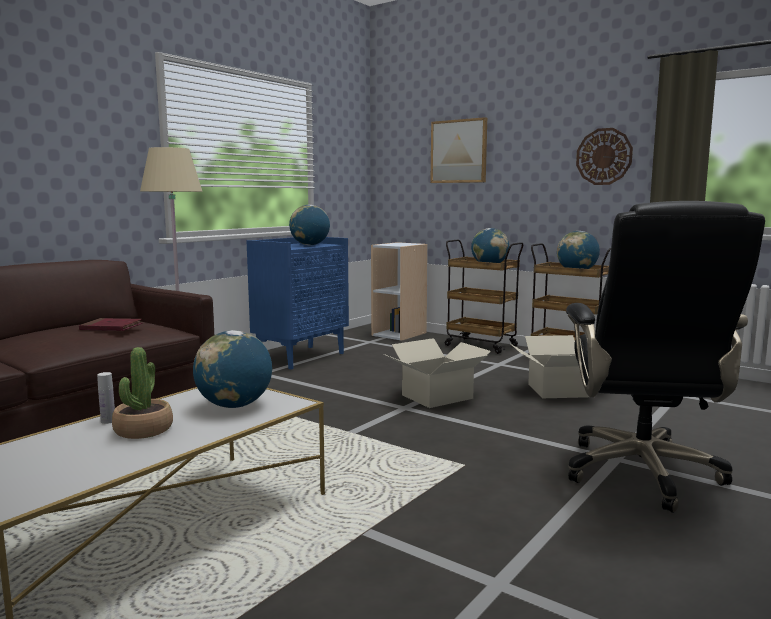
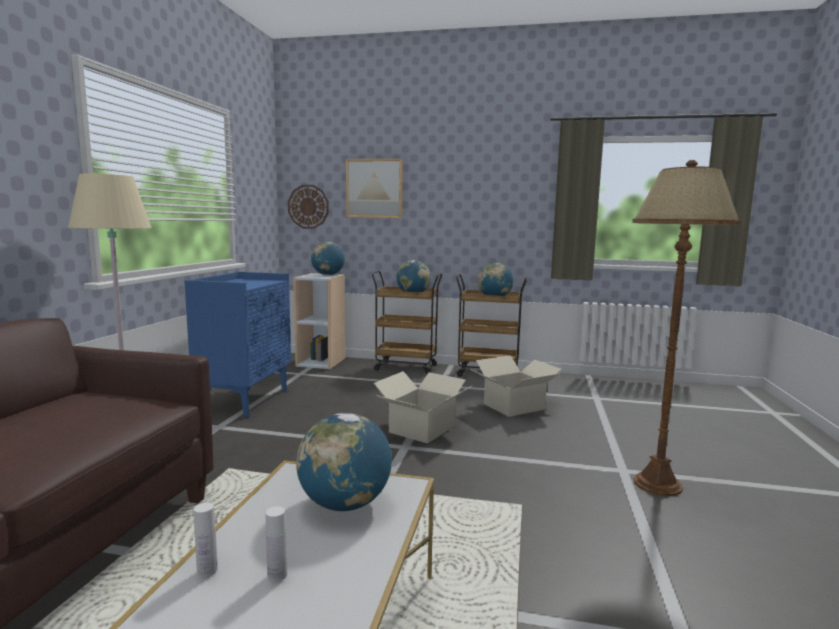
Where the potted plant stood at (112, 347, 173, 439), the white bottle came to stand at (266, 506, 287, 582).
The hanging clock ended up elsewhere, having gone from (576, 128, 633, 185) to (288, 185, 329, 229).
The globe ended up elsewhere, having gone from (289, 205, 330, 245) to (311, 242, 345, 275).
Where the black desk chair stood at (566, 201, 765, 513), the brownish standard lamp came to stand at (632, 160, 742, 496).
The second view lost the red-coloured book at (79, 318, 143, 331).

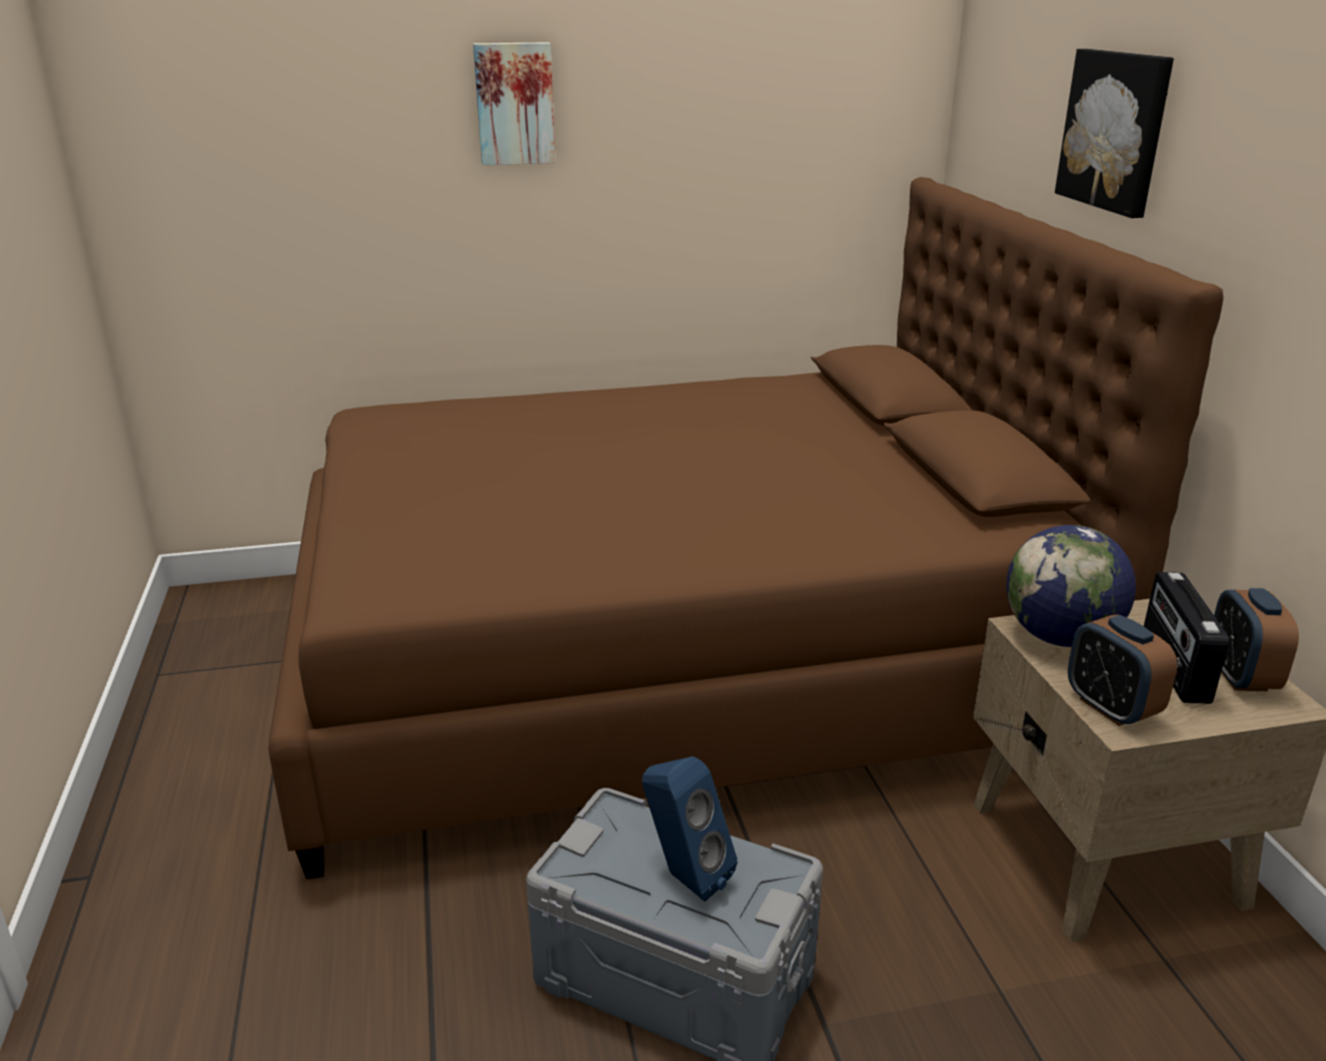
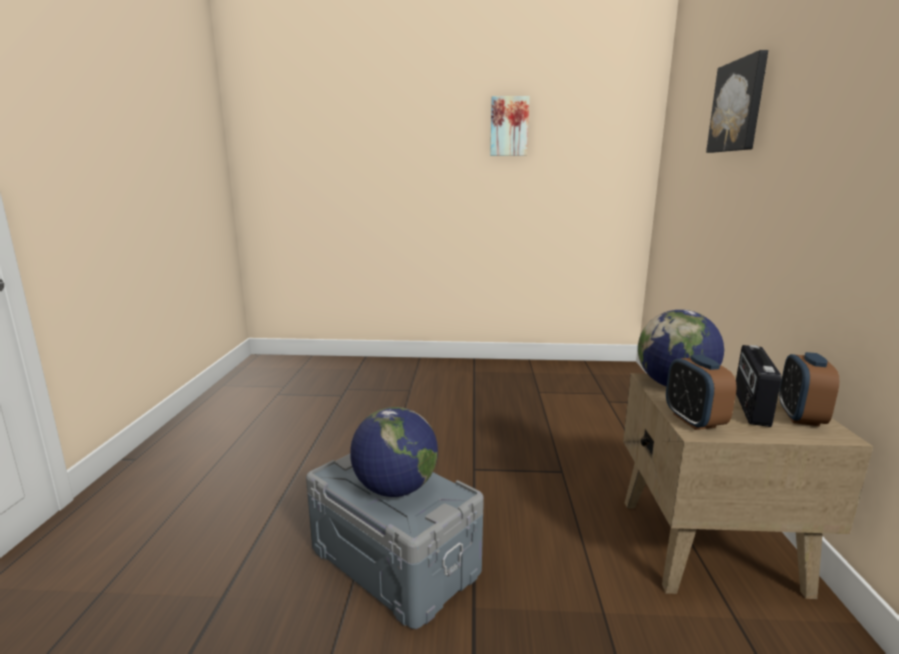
Where the blue speaker stood at (642, 756, 737, 901), the globe came to stand at (350, 407, 438, 497).
The picture ended up elsewhere, having gone from (473, 42, 556, 165) to (490, 96, 530, 156).
The second view lost the brownish bed at (269, 177, 1223, 879).

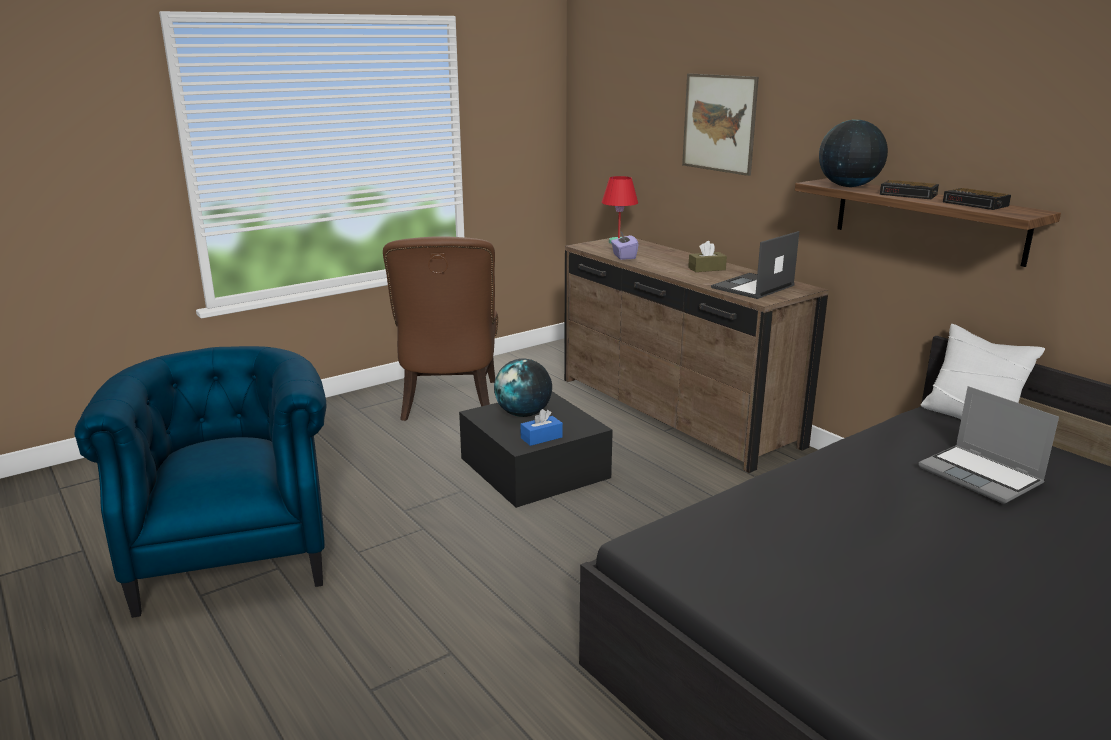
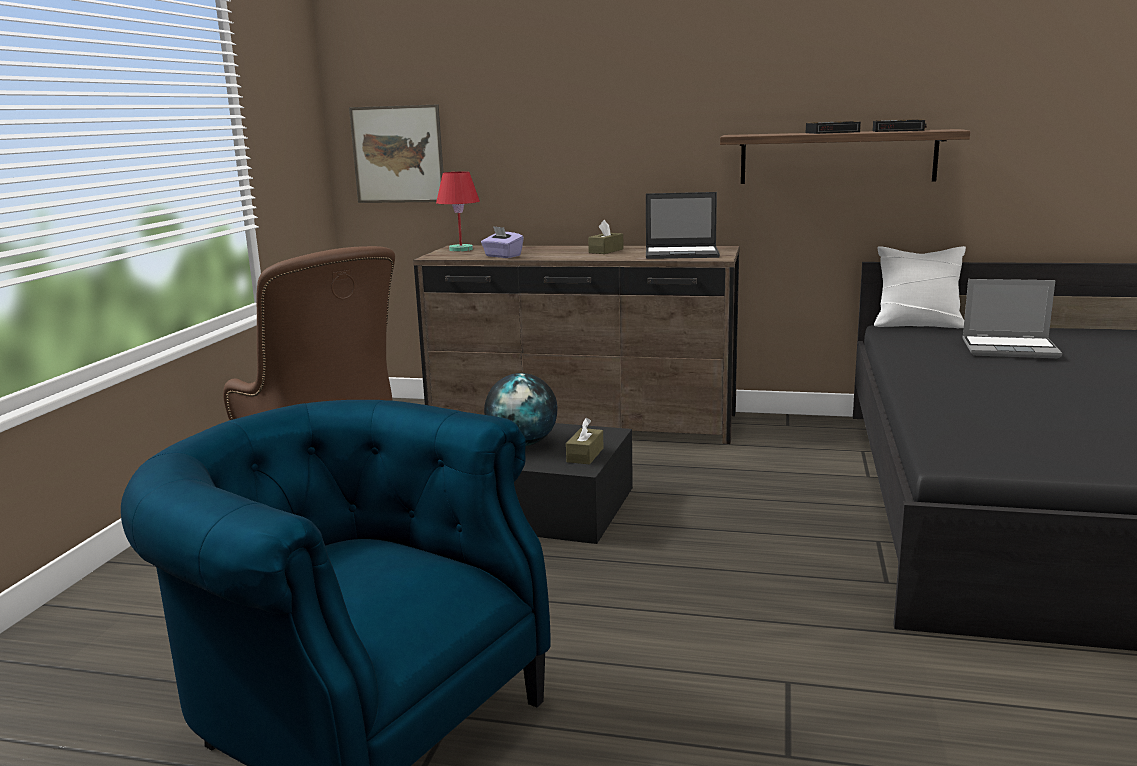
The picture ended up elsewhere, having gone from (682, 73, 759, 176) to (349, 104, 443, 203).
What was the blue box of tissues at (520, 409, 563, 446) turned into the brownish box of tissues at (566, 418, 603, 464).
The notebook computer at (711, 231, 799, 299) ended up facing another way, 90 degrees counterclockwise from before.
The second view lost the globe at (819, 120, 888, 187).

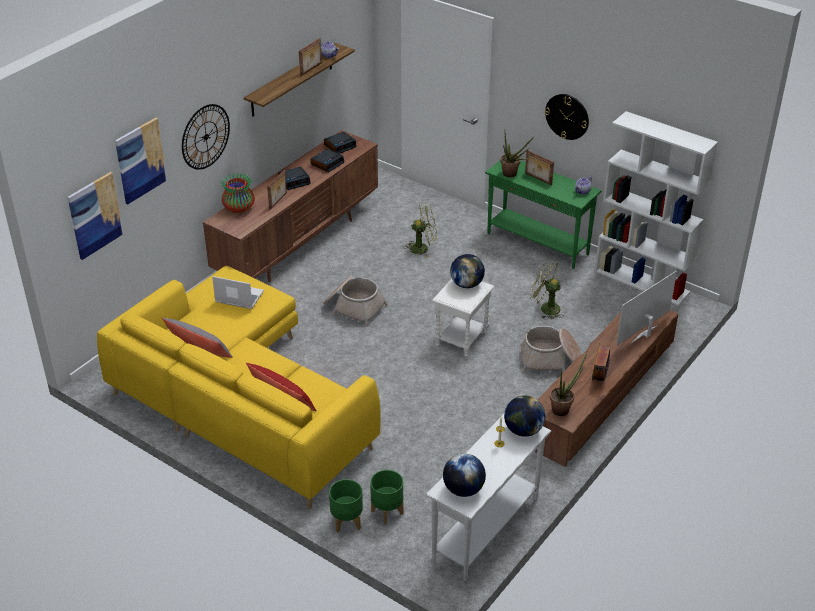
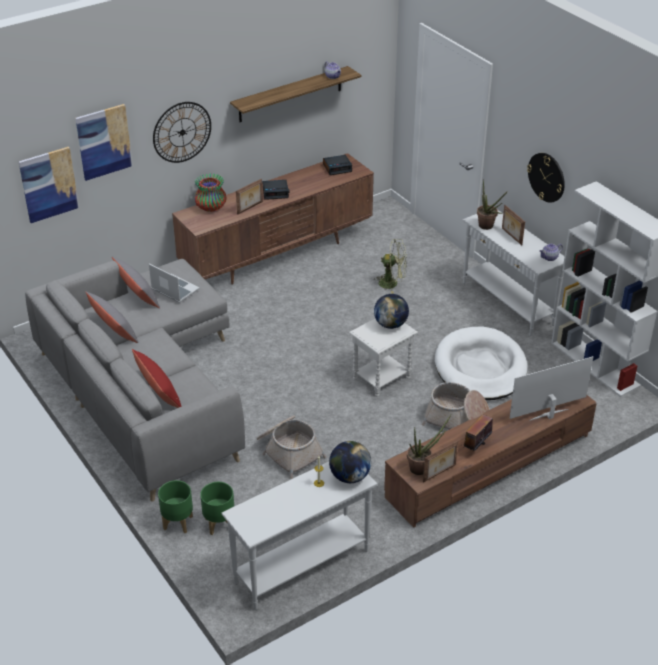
What was the yellow-coloured settee at (97, 266, 381, 509) turned into the greyish settee at (25, 259, 245, 501).
The second view gained the greyish throw pillow at (112, 256, 160, 309).
The storage basket ended up elsewhere, having gone from (323, 275, 388, 327) to (257, 416, 327, 479).
The standing frame ended up elsewhere, having gone from (299, 38, 322, 76) to (423, 440, 458, 483).
Where the greenish cooling fan stood at (530, 260, 564, 320), the white pet bed came to stand at (435, 327, 528, 400).
What was the greenish hall table at (485, 161, 602, 269) turned into the white hall table at (463, 210, 565, 336).
The second view lost the bedside clock at (310, 149, 344, 173).
The second view lost the globe at (443, 453, 486, 497).

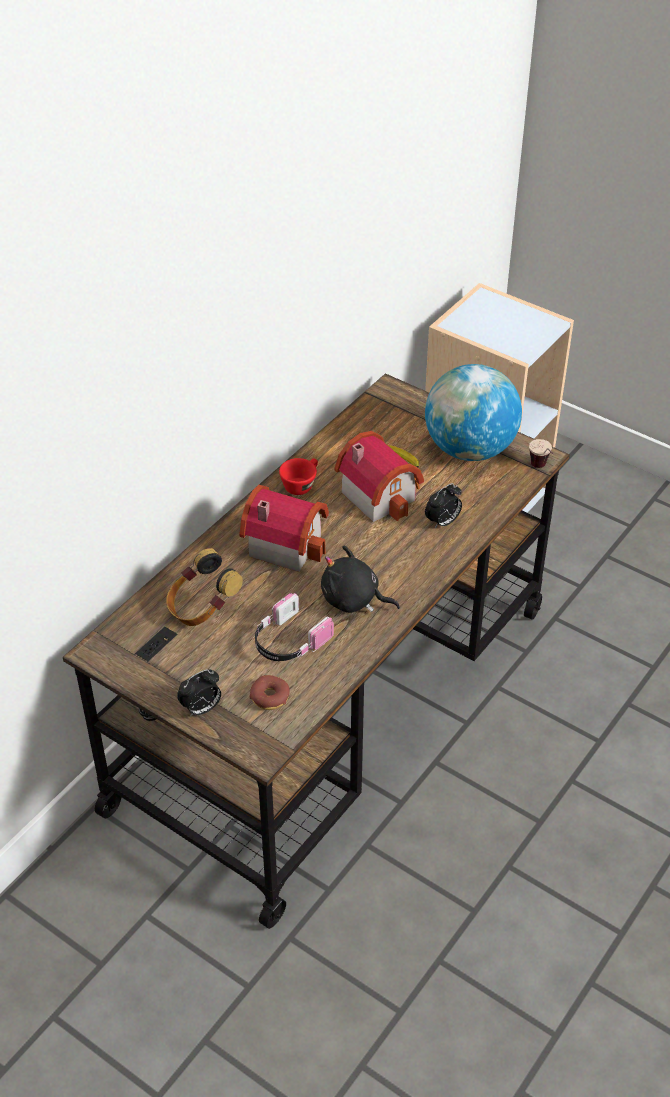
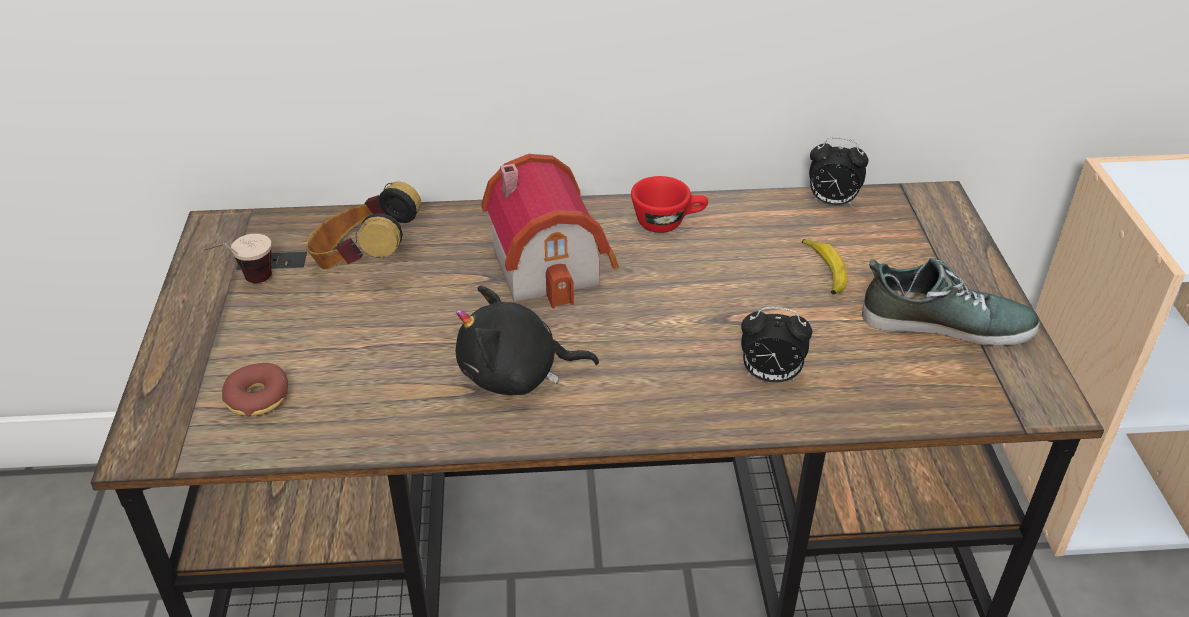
The drinking cup ended up elsewhere, having gone from (529, 439, 554, 468) to (203, 234, 272, 283).
The black soft toy at (321, 546, 400, 613) ended up facing another way, 75 degrees counterclockwise from before.
The bedside clock ended up elsewhere, having gone from (177, 669, 221, 717) to (809, 138, 869, 207).
Where the globe stood at (425, 364, 522, 461), the shoe came to stand at (862, 258, 1040, 346).
The second view lost the headset at (255, 593, 334, 661).
The second view lost the model house at (335, 431, 424, 522).

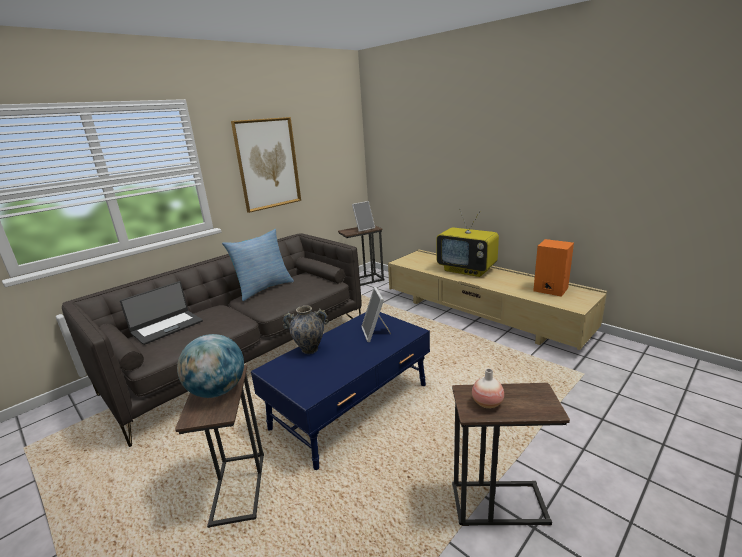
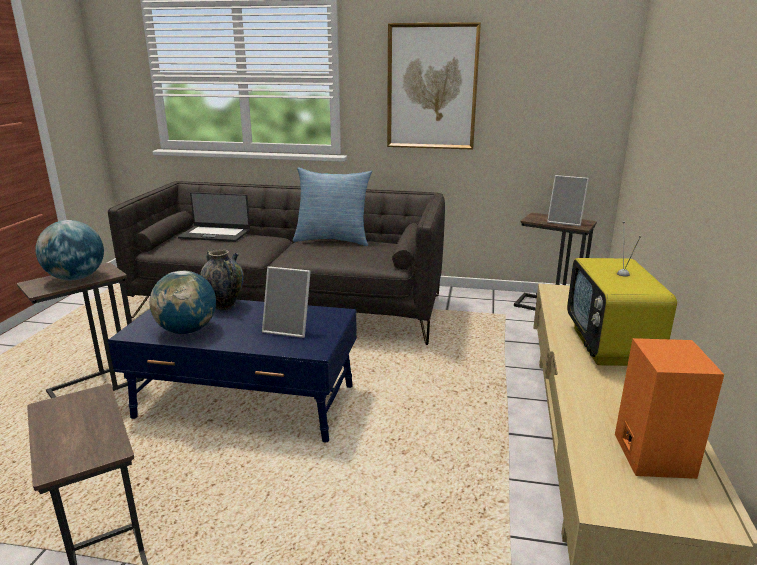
The second view gained the globe at (149, 271, 216, 334).
The standing frame at (361, 287, 391, 342) ended up facing another way, 120 degrees counterclockwise from before.
The second view lost the decorative vase at (472, 368, 504, 409).

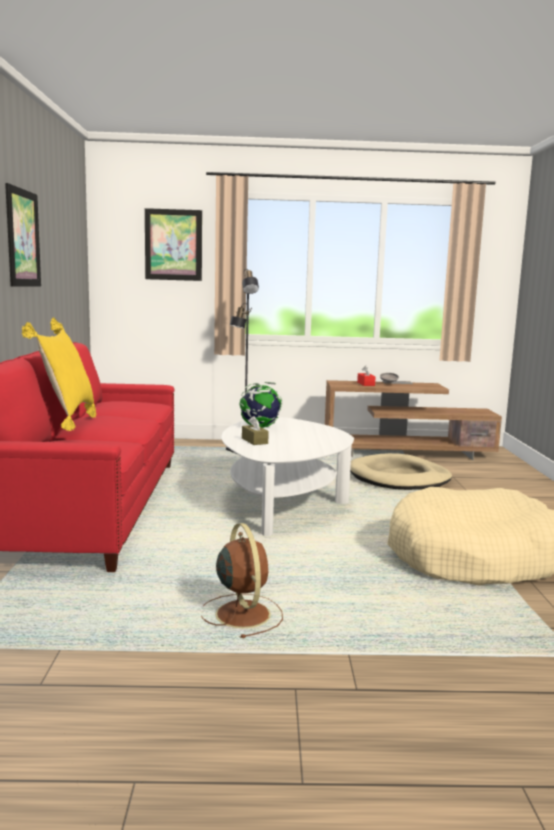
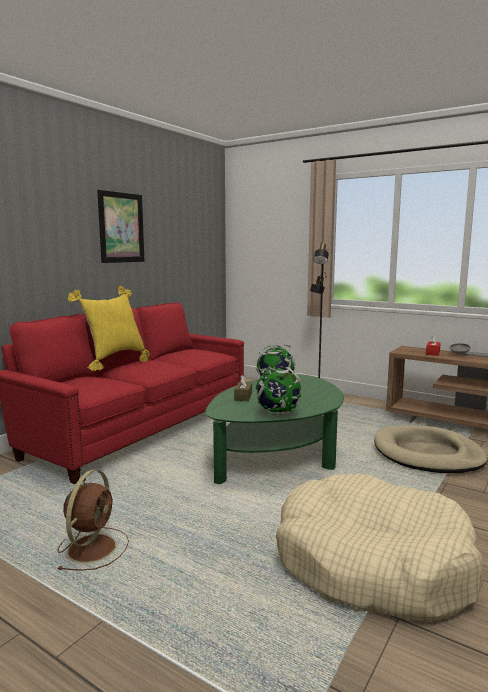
What was the white low table at (221, 417, 354, 536) turned into the greenish low table at (205, 374, 344, 484).
The second view gained the globe at (256, 366, 302, 416).
The second view lost the picture at (145, 208, 202, 281).

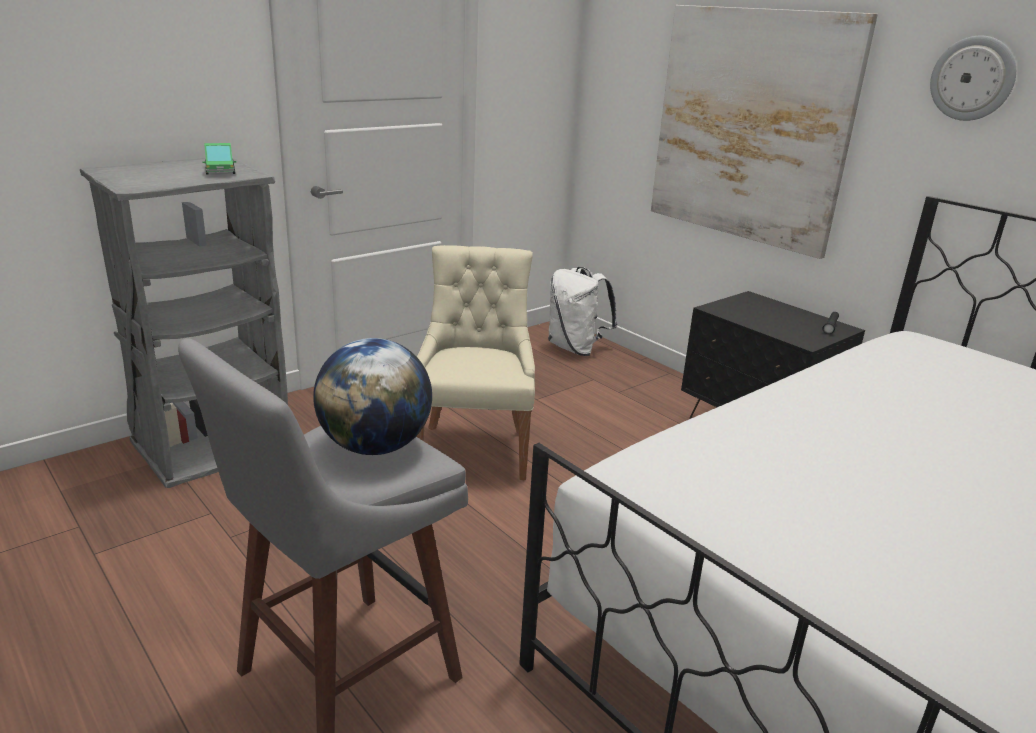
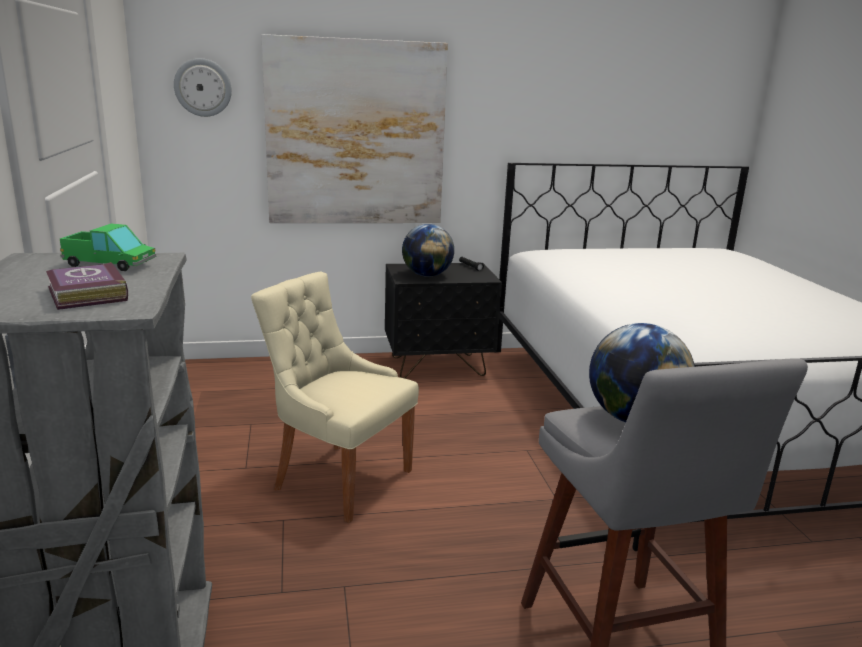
The second view gained the book at (46, 262, 128, 310).
The hanging clock ended up elsewhere, having gone from (930, 36, 1016, 121) to (174, 58, 232, 117).
The second view gained the globe at (402, 224, 454, 277).
The second view lost the white backpack at (548, 267, 618, 356).

